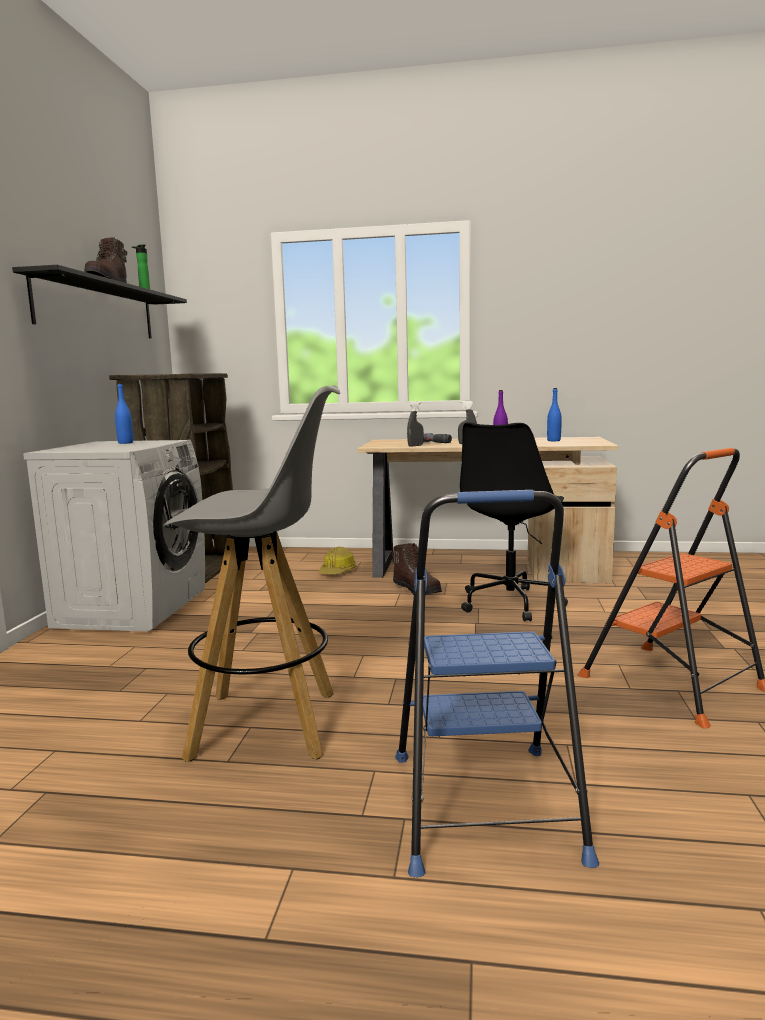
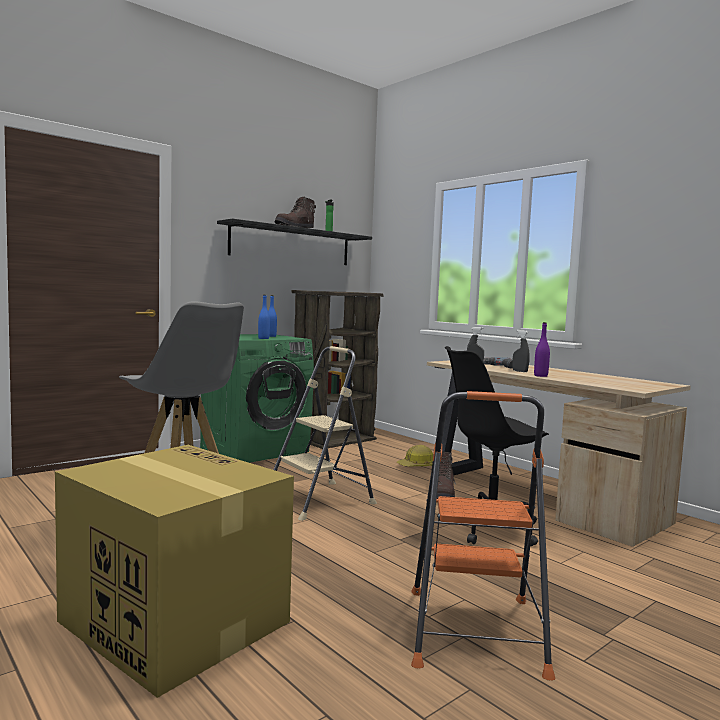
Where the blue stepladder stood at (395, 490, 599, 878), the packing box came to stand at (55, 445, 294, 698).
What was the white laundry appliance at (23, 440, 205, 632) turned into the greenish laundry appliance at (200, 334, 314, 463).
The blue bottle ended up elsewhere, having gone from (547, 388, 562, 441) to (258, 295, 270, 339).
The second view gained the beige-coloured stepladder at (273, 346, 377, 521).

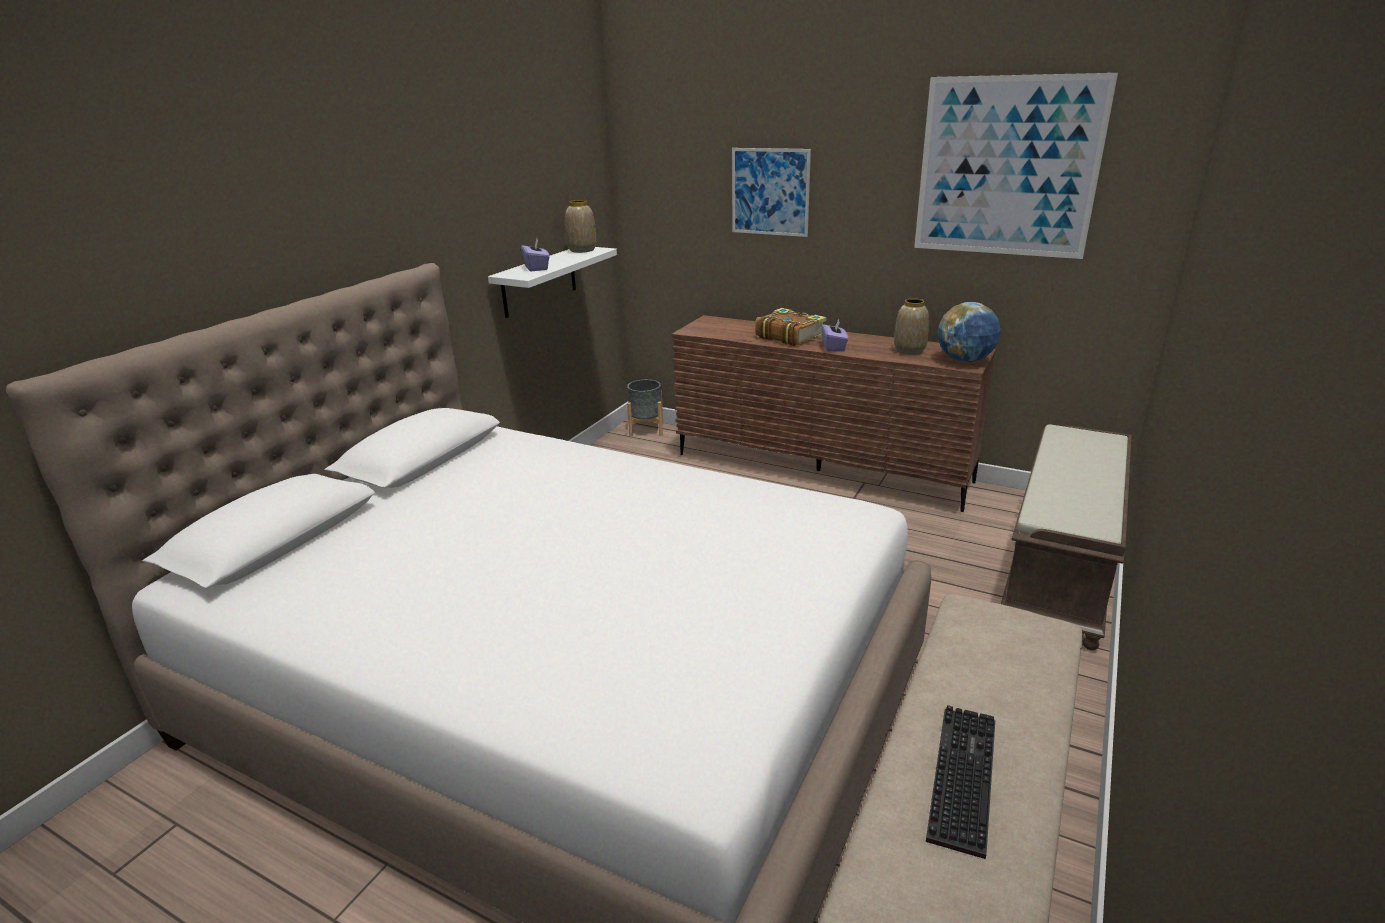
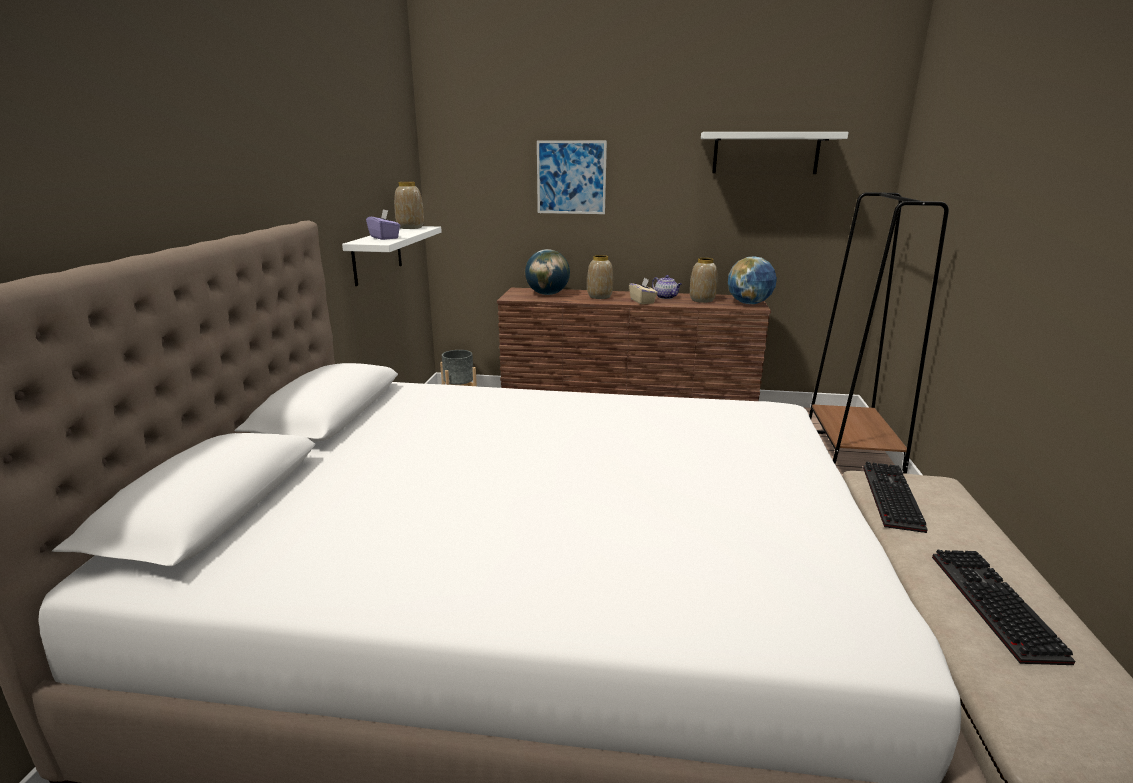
The second view gained the globe at (525, 249, 570, 295).
Where the book stood at (755, 308, 826, 346), the decorative vase came to stand at (587, 255, 613, 299).
What was the purple box of tissues at (821, 319, 848, 352) turned into the beige-coloured box of tissues at (629, 277, 658, 304).
The second view gained the tea pot at (652, 275, 682, 299).
Where the picture hung at (914, 73, 1118, 259), the white shelf came to hang at (701, 132, 848, 174).
Where the brownish bench stood at (1001, 424, 1132, 650), the garment stand came to stand at (809, 192, 949, 477).
The second view gained the computer keyboard at (863, 462, 928, 533).

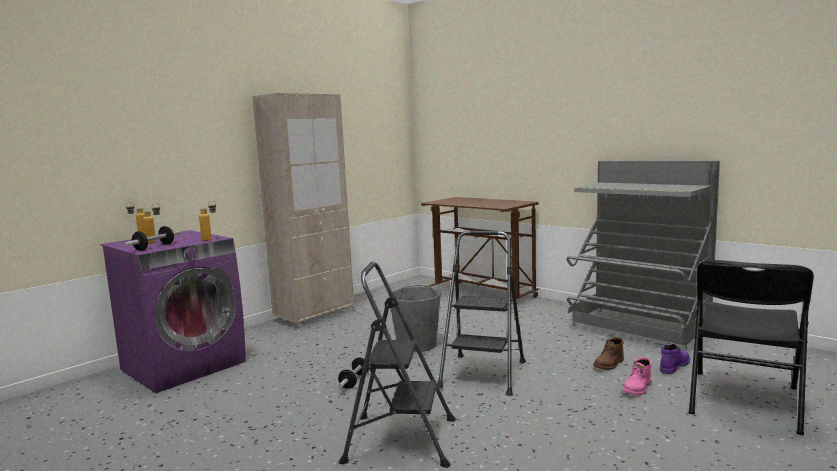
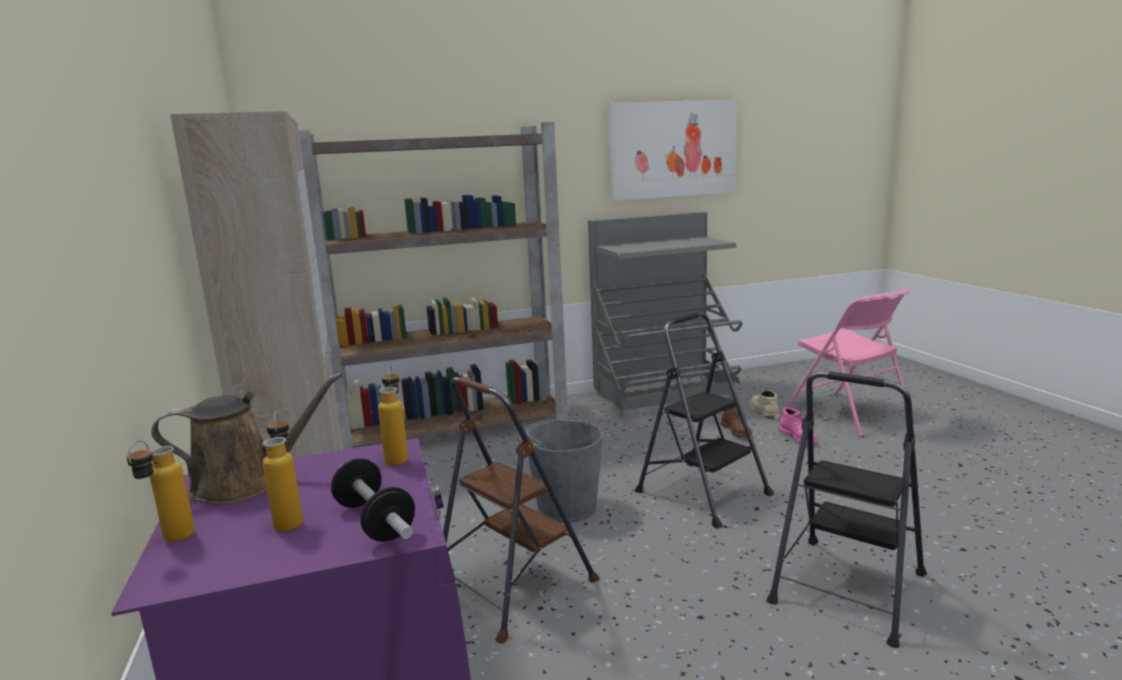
The second view gained the brownish watering can at (151, 372, 343, 504).
Where the brownish desk stood at (421, 197, 539, 311), the brownish shelving unit came to stand at (299, 122, 568, 450).
The second view gained the brownish stepladder at (443, 377, 600, 644).
The second view gained the picture at (608, 100, 737, 201).
What was the purple high-top boot at (660, 344, 690, 374) turned into the beige-coloured high-top boot at (750, 390, 779, 419).
What was the black upright chair at (688, 260, 814, 435) turned into the pink upright chair at (786, 287, 911, 437).
The second view lost the dumbbell at (338, 357, 369, 389).

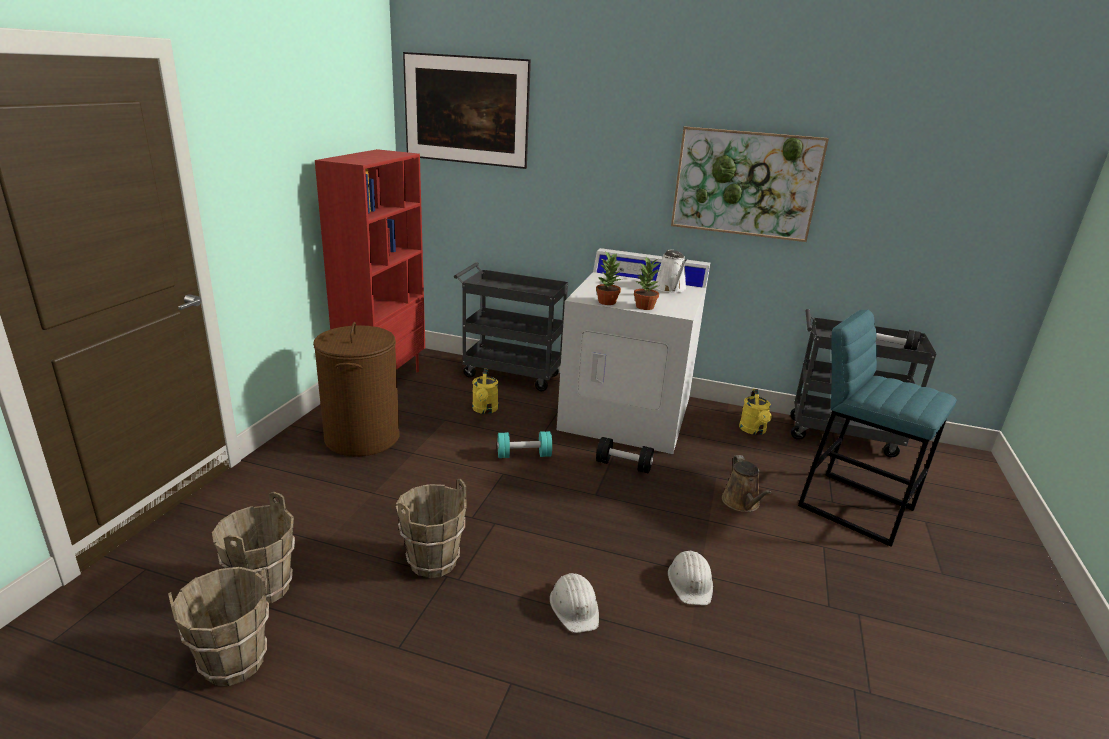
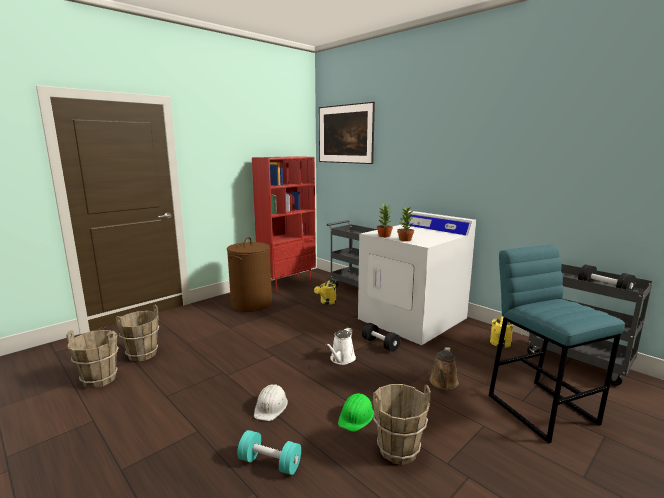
The blue-green dumbbell ended up elsewhere, having gone from (497, 431, 552, 458) to (237, 430, 301, 475).
The white watering can ended up elsewhere, having gone from (654, 249, 687, 293) to (326, 328, 356, 365).
What was the white work helmet at (668, 551, 713, 605) turned into the greenish work helmet at (338, 393, 374, 432).
The brownish pail ended up elsewhere, having gone from (396, 479, 466, 578) to (373, 384, 431, 465).
The second view lost the picture at (671, 126, 829, 242).

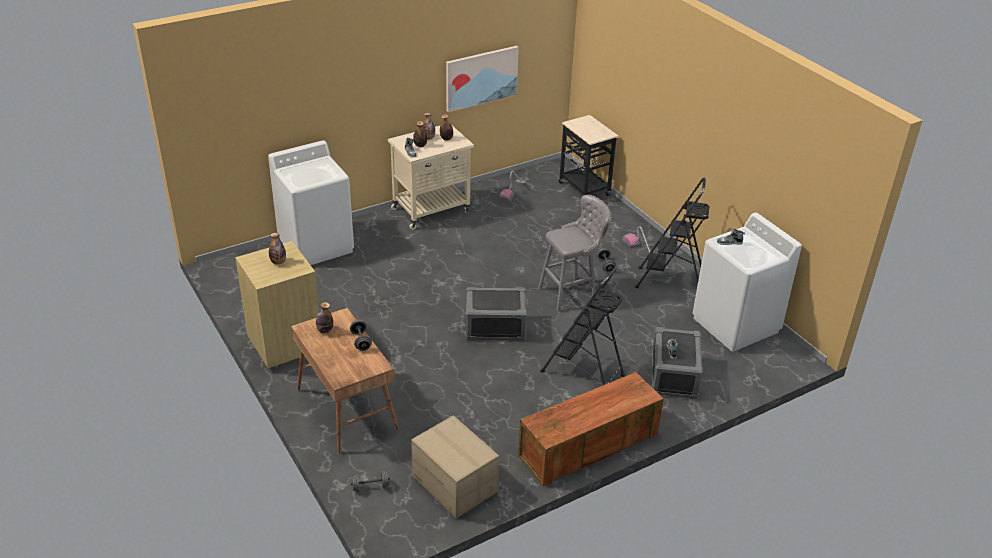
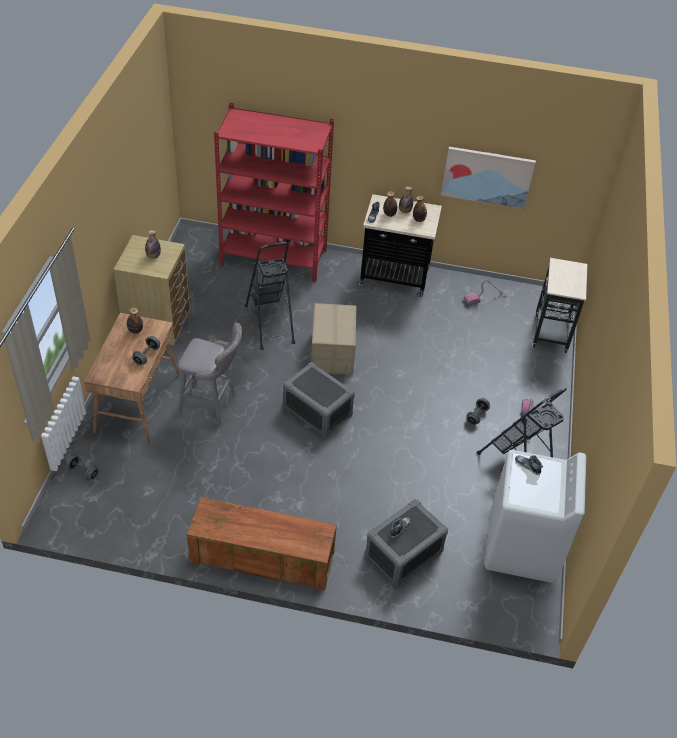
The greyish stool seat ended up elsewhere, having gone from (538, 195, 612, 312) to (177, 322, 242, 427).
Where the white laundry appliance stood at (268, 140, 354, 265), the red-coloured shelving unit came to stand at (214, 102, 334, 282).
The stepladder ended up elsewhere, having gone from (540, 266, 626, 385) to (244, 242, 295, 350).
The packing box ended up elsewhere, having gone from (411, 415, 499, 519) to (311, 303, 356, 375).
What was the beige-coloured cart at (388, 126, 474, 230) turned into the black cart at (357, 194, 442, 297).

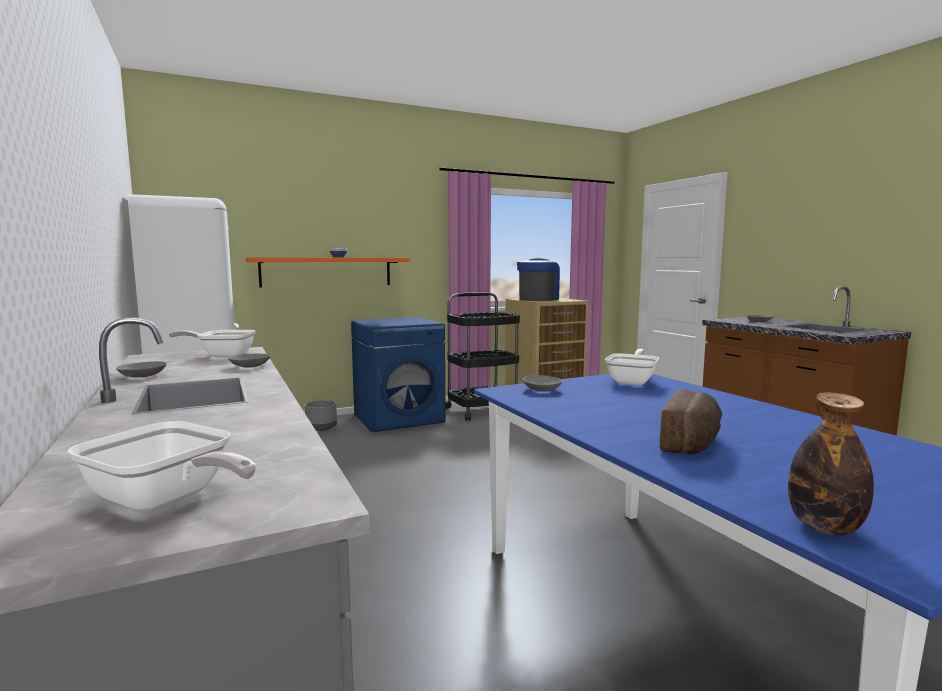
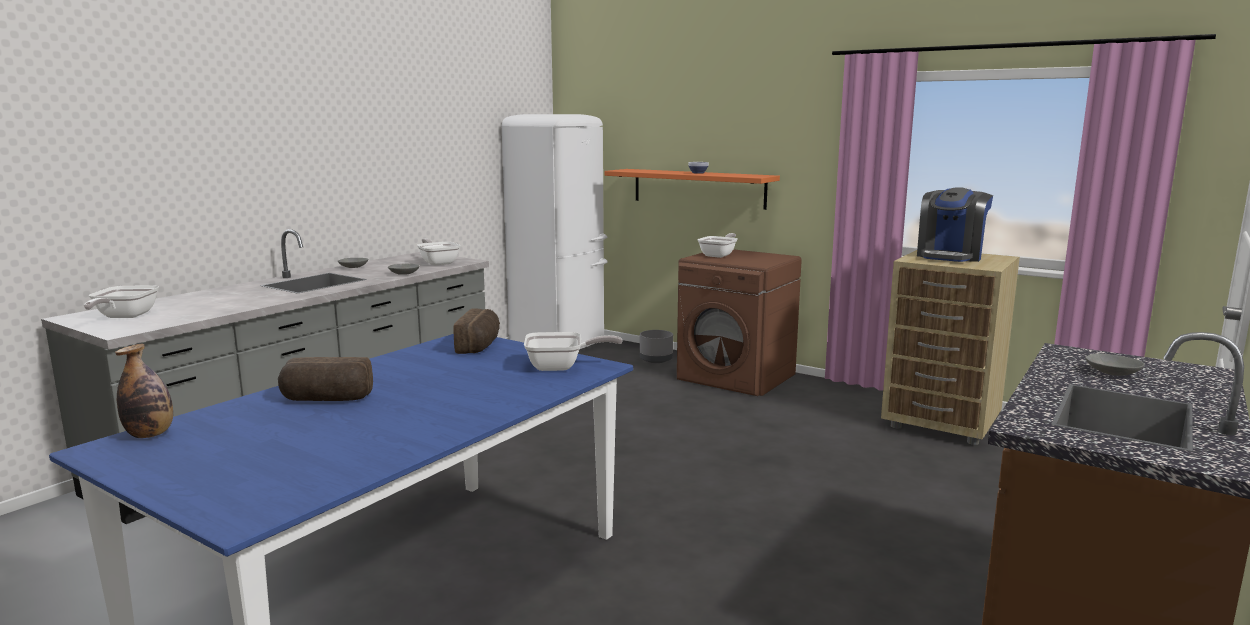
Where the greyish serving bowl stood at (522, 375, 562, 392), the baked bread came to stand at (453, 308, 500, 354).
What was the blue laundry appliance at (351, 317, 446, 432) turned into the brownish laundry appliance at (677, 249, 802, 396).
The second view gained the skillet at (697, 233, 737, 258).
The coffee machine at (517, 258, 560, 301) ended up facing another way, 120 degrees clockwise from before.
The second view lost the black cart at (445, 292, 520, 421).

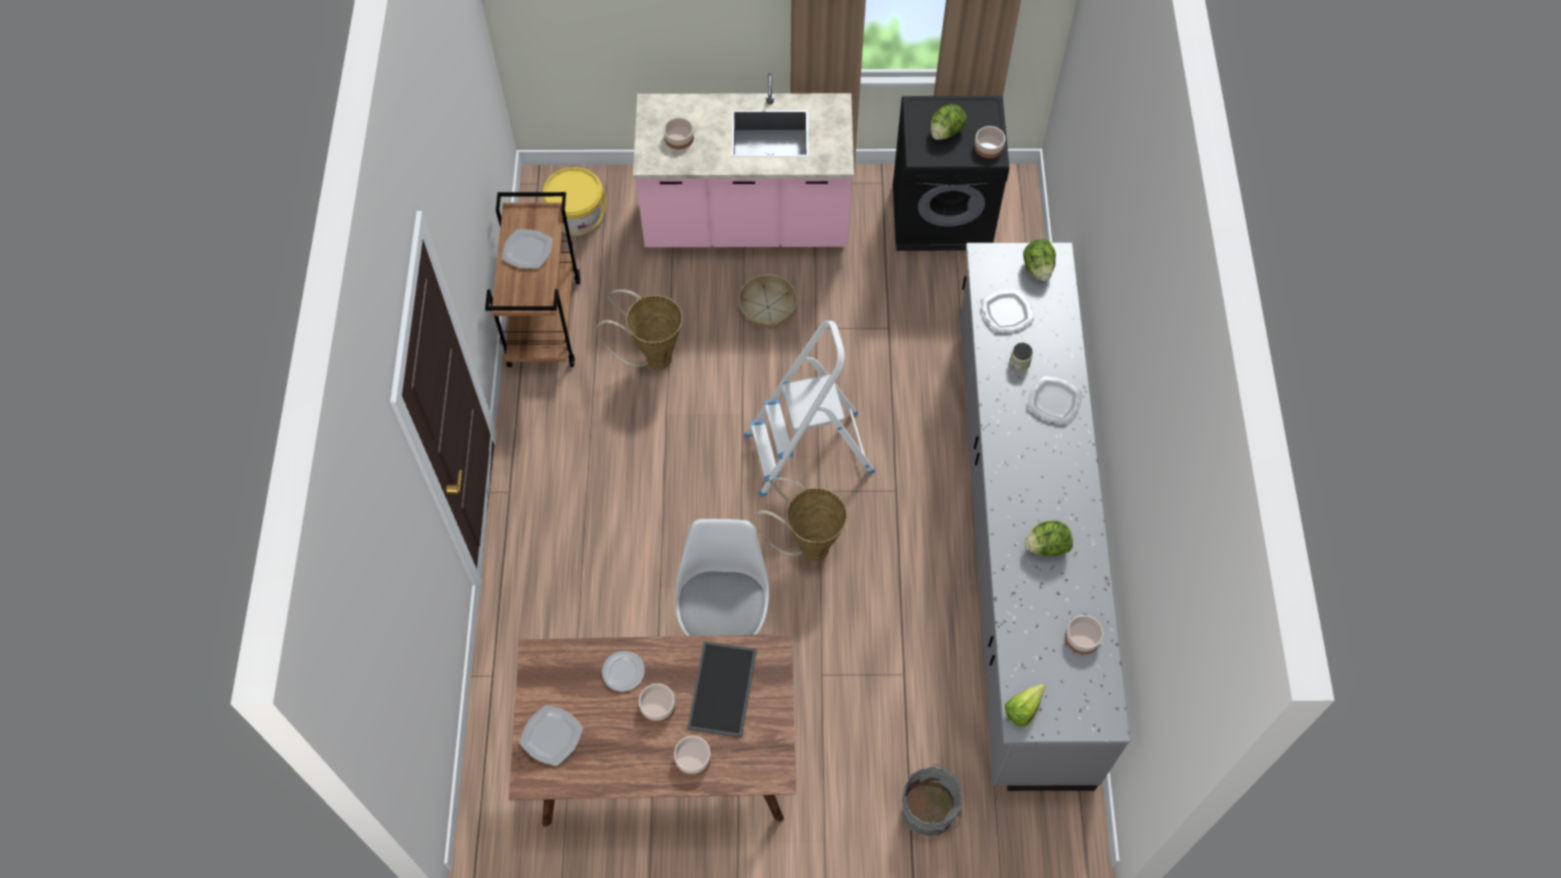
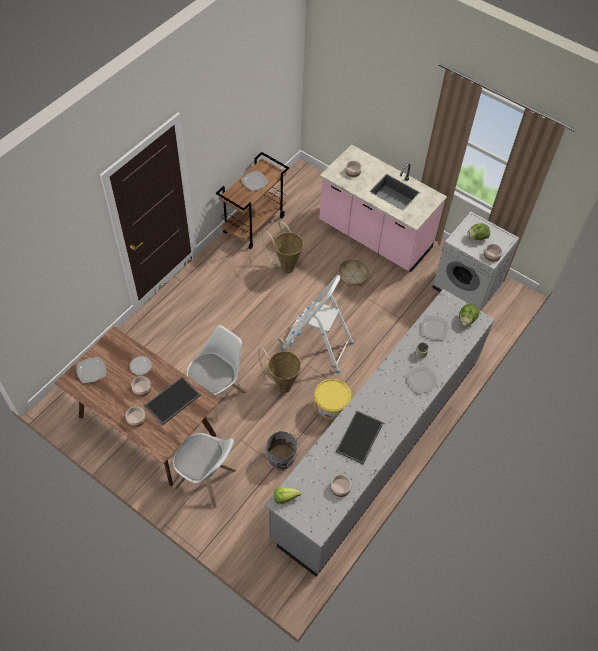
The second view gained the upright chair at (172, 433, 237, 508).
The greyish pail ended up elsewhere, having gone from (902, 764, 962, 836) to (266, 431, 300, 470).
The yellow-coloured pail ended up elsewhere, having gone from (543, 167, 606, 236) to (314, 379, 353, 420).
Where the head of lettuce stood at (1025, 520, 1073, 556), the serving tray came to stand at (336, 411, 384, 464).
What was the black laundry appliance at (893, 96, 1009, 251) turned into the white laundry appliance at (432, 211, 519, 311).

